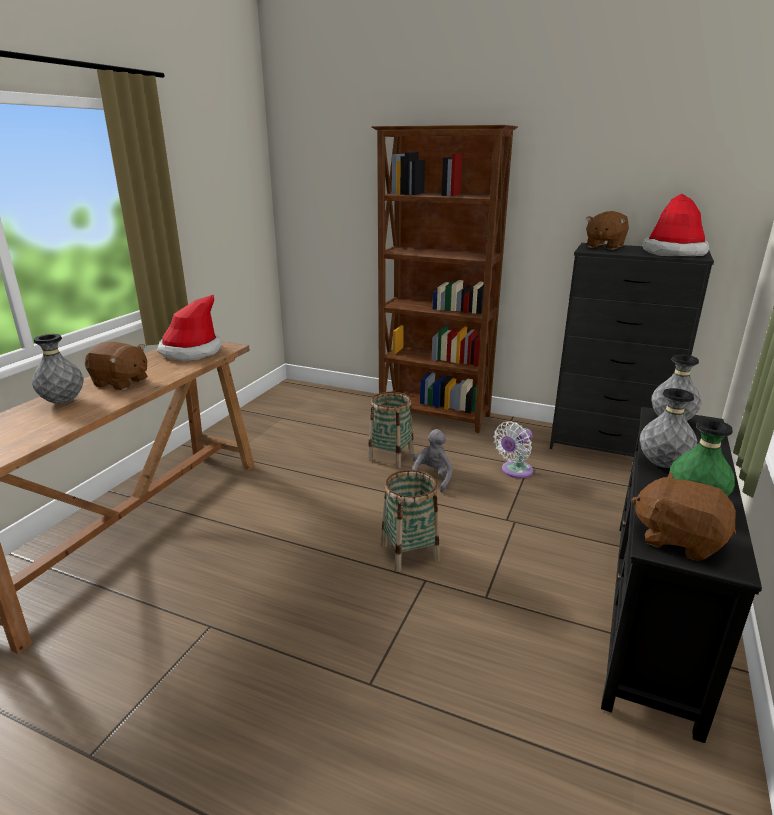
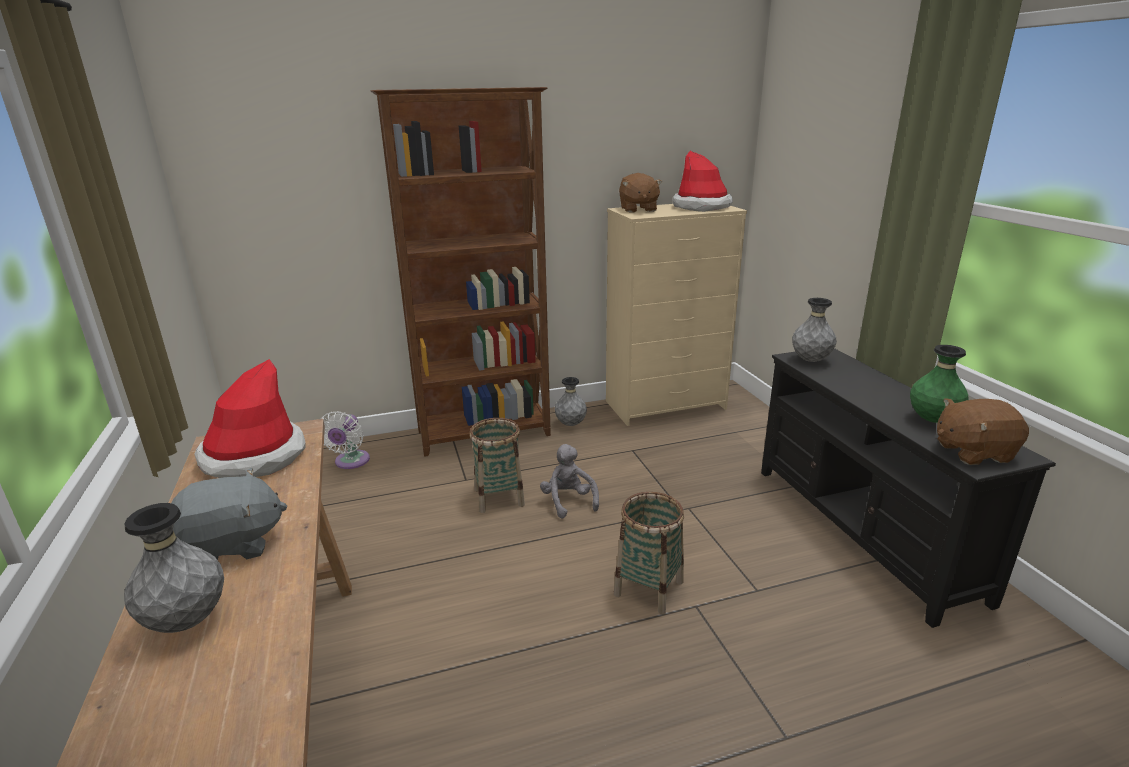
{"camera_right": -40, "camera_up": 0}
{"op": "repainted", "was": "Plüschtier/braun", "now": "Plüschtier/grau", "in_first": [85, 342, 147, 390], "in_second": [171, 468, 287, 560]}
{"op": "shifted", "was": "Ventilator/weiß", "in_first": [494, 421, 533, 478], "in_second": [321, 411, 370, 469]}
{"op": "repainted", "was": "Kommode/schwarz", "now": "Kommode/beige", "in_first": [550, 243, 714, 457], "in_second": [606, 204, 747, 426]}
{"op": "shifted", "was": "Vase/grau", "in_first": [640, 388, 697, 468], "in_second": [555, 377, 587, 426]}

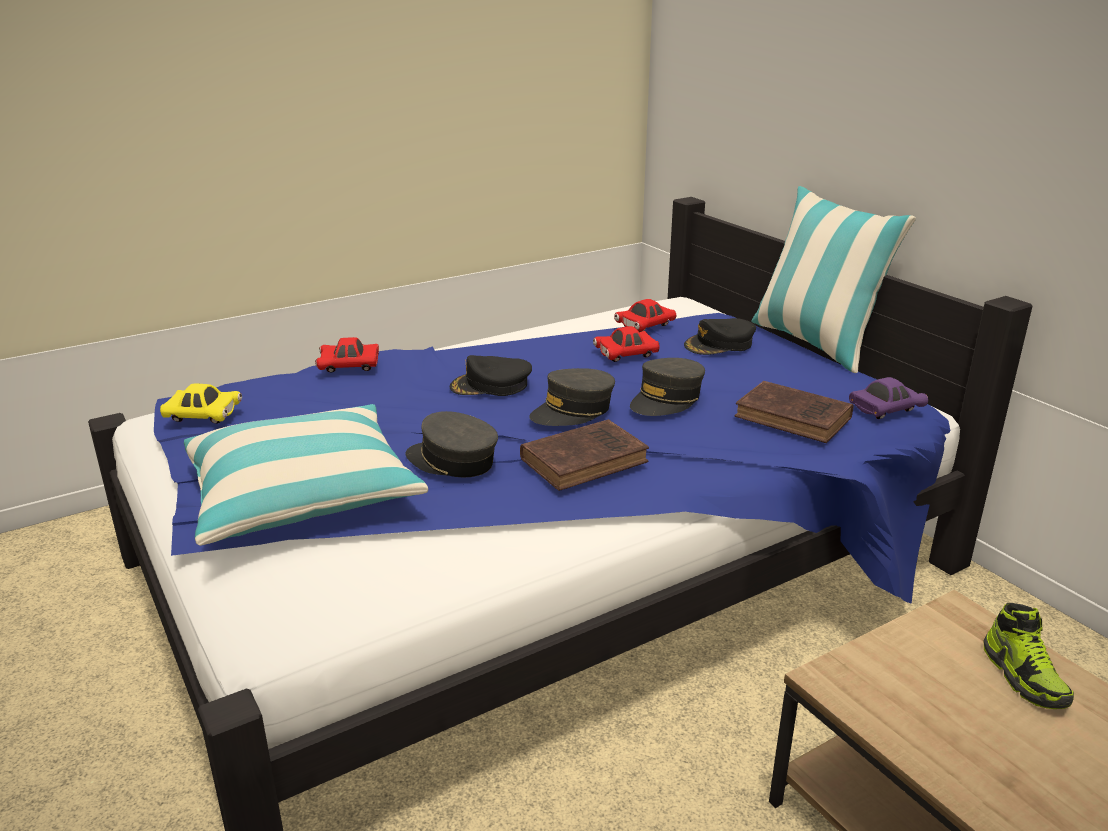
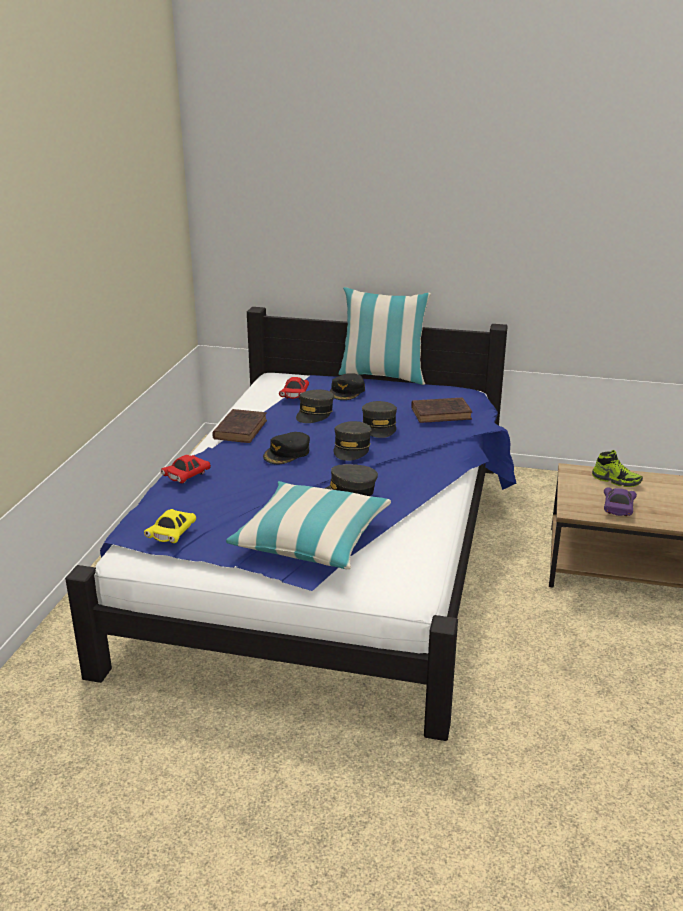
{"camera_right": -45, "camera_up": 0}
{"op": "rotated", "was": "Spielzeugauto/gelb", "in_first": [160, 384, 242, 423], "in_second": [144, 509, 196, 543], "clockwise": 150}
{"op": "shifted", "was": "Buch/braun", "in_first": [520, 419, 649, 491], "in_second": [212, 409, 267, 443]}
{"op": "swapped", "was": "Spielzeugauto/rot", "now": "Kappe/grau", "in_first": [593, 326, 660, 362], "in_second": [296, 390, 334, 423]}
{"op": "shifted", "was": "Spielzeugauto/lila", "in_first": [849, 377, 928, 419], "in_second": [604, 487, 637, 516]}

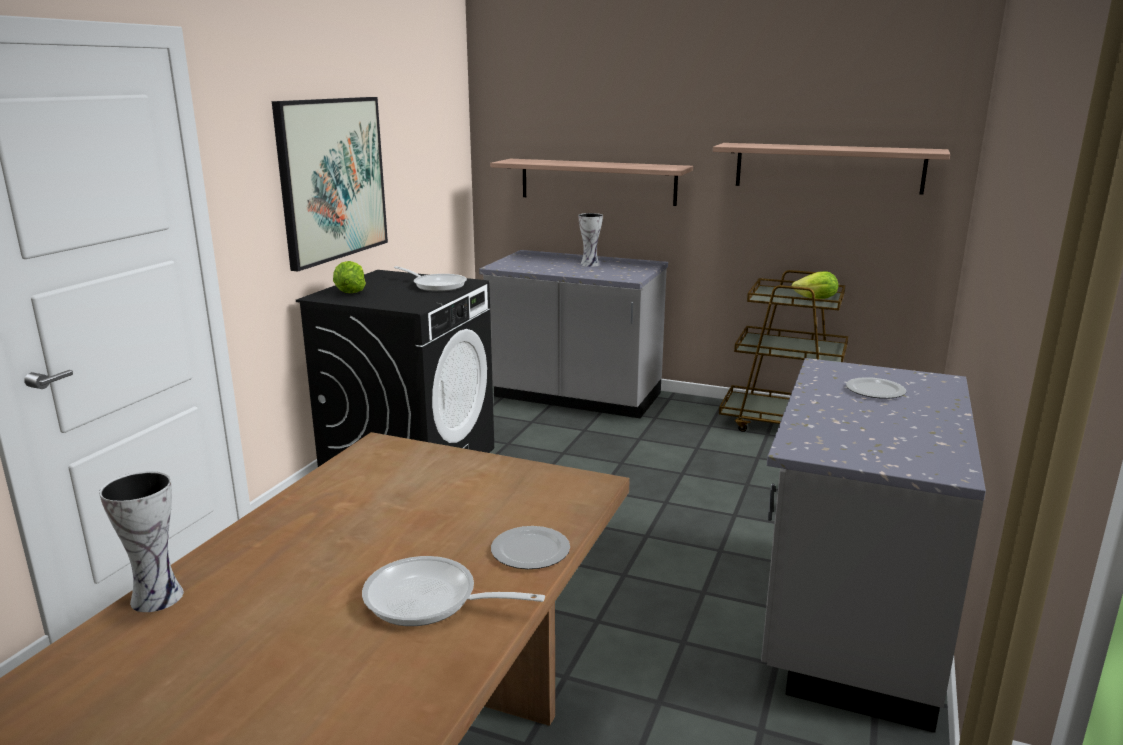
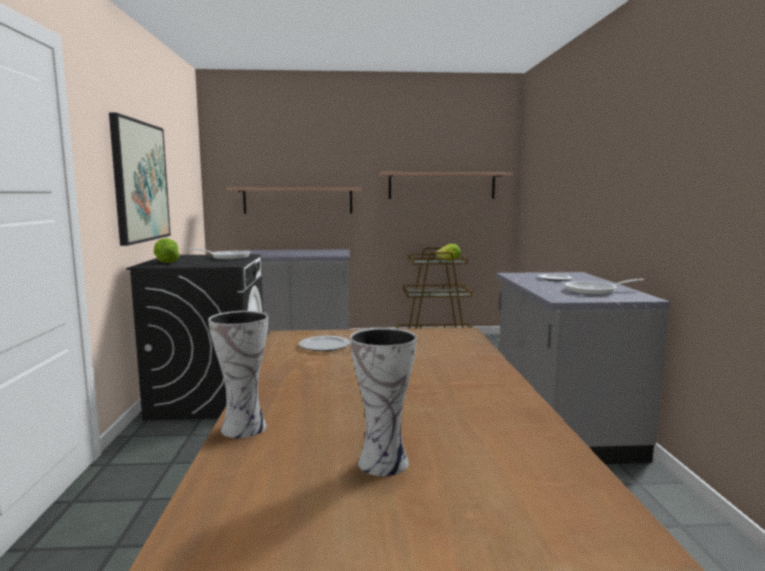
{"camera_right": -25, "camera_up": -10}
{"op": "shifted", "was": "Pfanne", "in_first": [362, 556, 545, 626], "in_second": [565, 279, 644, 295]}
{"op": "shifted", "was": "Teller", "in_first": [491, 526, 570, 569], "in_second": [299, 336, 350, 351]}
{"op": "shifted", "was": "Vase", "in_first": [578, 213, 603, 267], "in_second": [350, 328, 417, 476]}

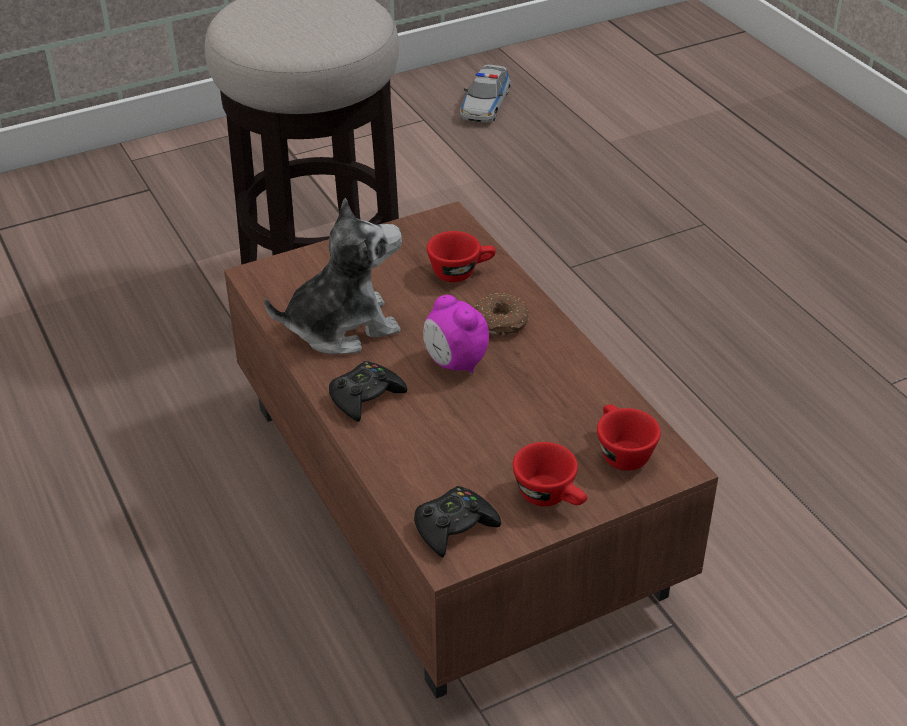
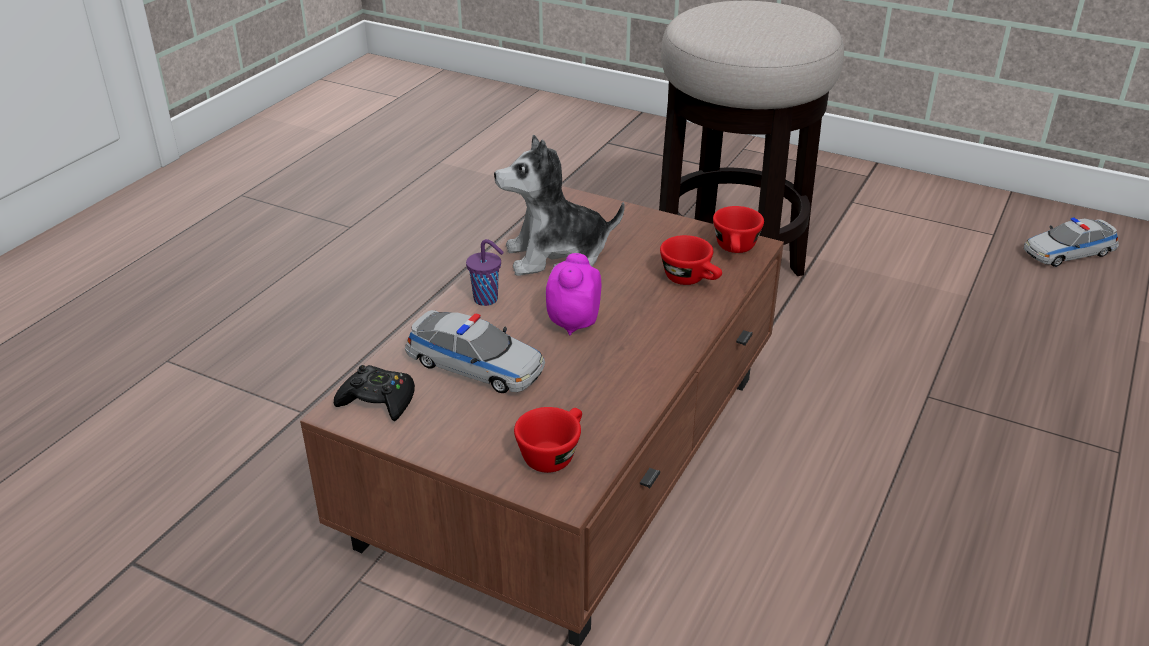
{"camera_right": 55, "camera_up": -5}
{"op": "rotated", "was": "Plüschtier", "in_first": [264, 198, 402, 354], "in_second": [494, 135, 625, 276], "clockwise": 135}
{"op": "swapped", "was": "Gamepad/schwarz", "now": "Tasse/lila", "in_first": [329, 361, 407, 422], "in_second": [466, 239, 504, 306]}
{"op": "gone", "was": "Donut", "in_first": [475, 293, 529, 336]}
{"op": "shifted", "was": "Tasse/rot", "in_first": [513, 442, 587, 506], "in_second": [713, 206, 764, 253]}
{"op": "new", "now": "Spielzeugauto", "in_second": [405, 310, 545, 393]}

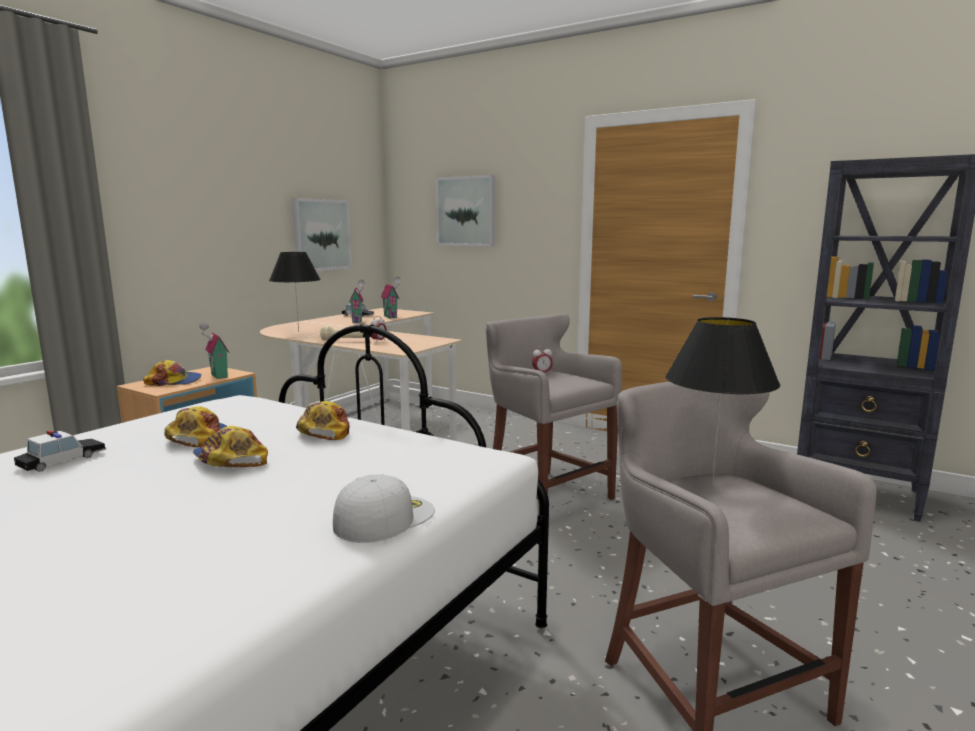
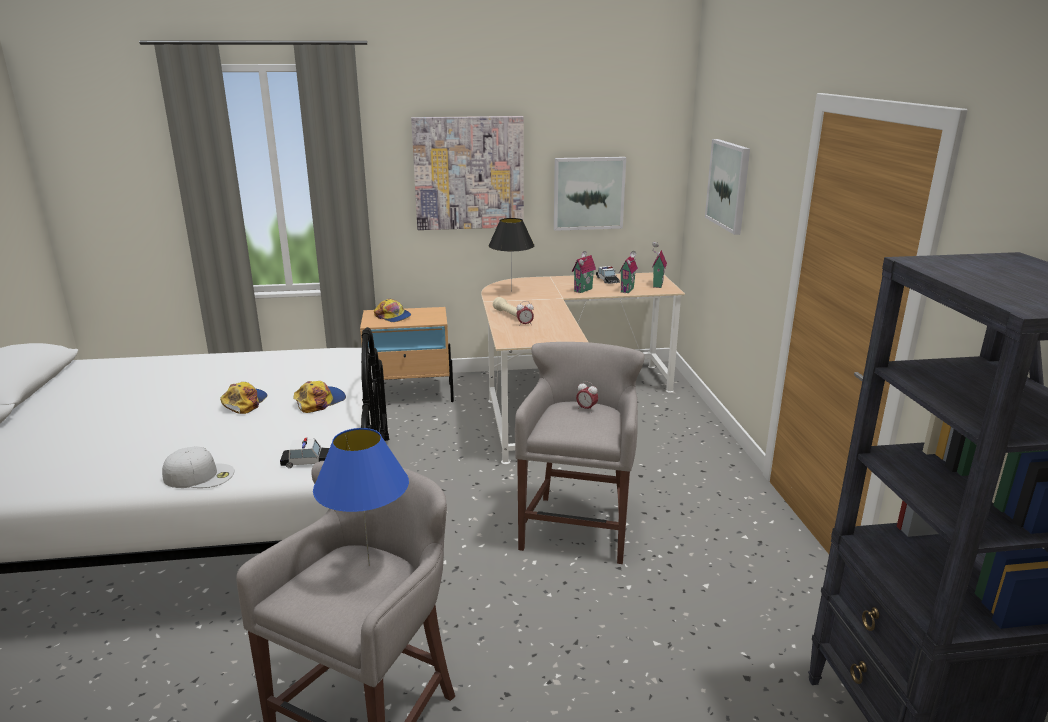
{"camera_right": 50, "camera_up": 10}
{"op": "shifted", "was": "Spielzeugauto", "in_first": [14, 430, 106, 472], "in_second": [280, 438, 329, 468]}
{"op": "gone", "was": "Kappe", "in_first": [164, 406, 227, 447]}
{"op": "shifted", "was": "Spielzeughaus", "in_first": [199, 323, 229, 379], "in_second": [652, 242, 667, 288]}
{"op": "repainted", "was": "Tischlampe/schwarz", "now": "Tischlampe/blau", "in_first": [665, 317, 780, 485], "in_second": [313, 428, 409, 566]}
{"op": "new", "now": "Bild", "in_second": [411, 116, 524, 230]}

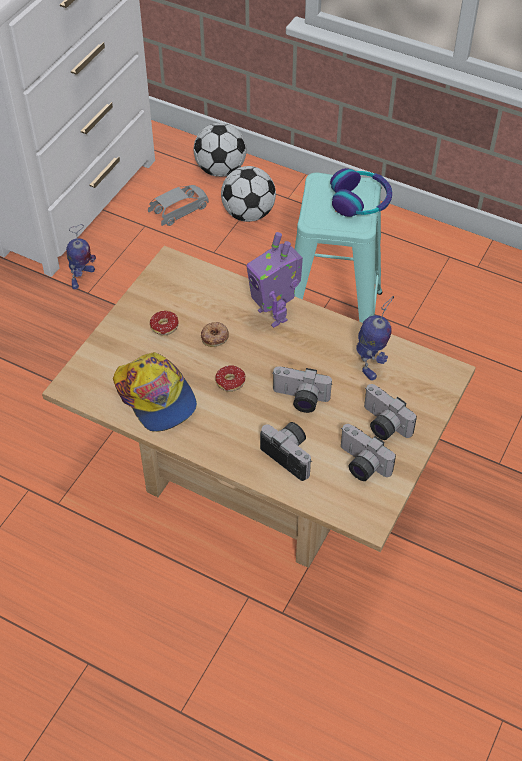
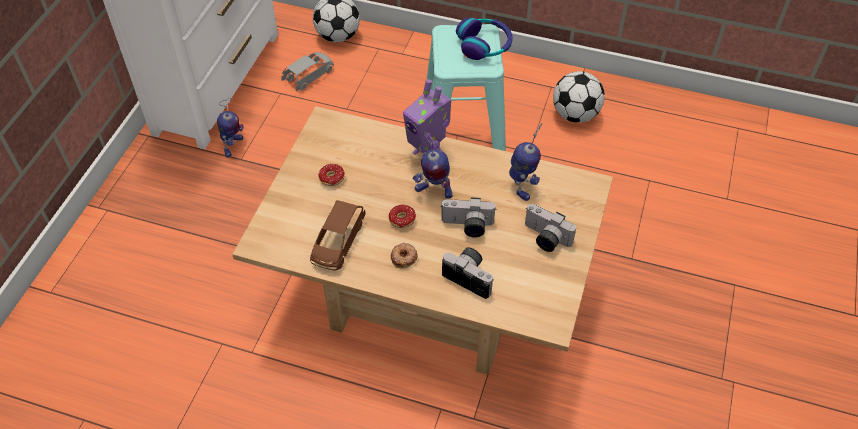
{"camera_right": -10, "camera_up": 0}
{"op": "swapped", "was": "Kappe", "now": "Spielzeugauto/braun", "in_first": [113, 352, 197, 432], "in_second": [310, 200, 365, 270]}
{"op": "shifted", "was": "Donut", "in_first": [201, 322, 229, 347], "in_second": [391, 243, 418, 269]}
{"op": "shifted", "was": "Fußball", "in_first": [221, 166, 276, 222], "in_second": [553, 71, 605, 123]}
{"op": "gone", "was": "Kamera", "in_first": [341, 424, 396, 481]}
{"op": "new", "now": "Spielzeugroboter", "in_second": [413, 132, 452, 199]}

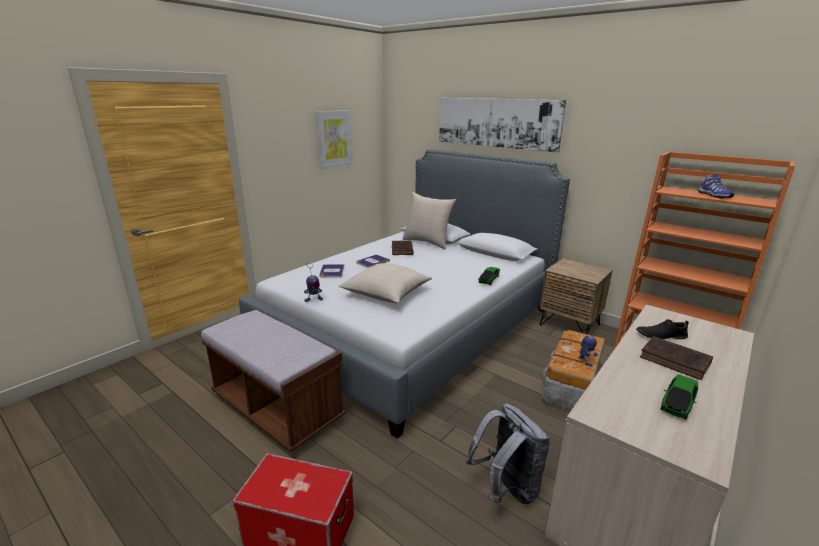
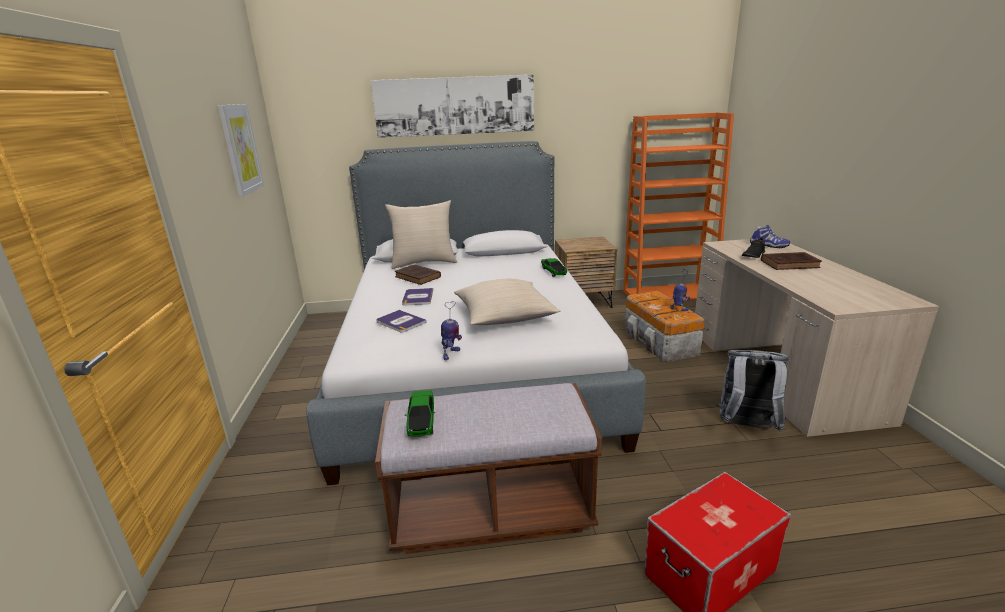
{"camera_right": -45, "camera_up": 0}
{"op": "shifted", "was": "Spielzeugauto", "in_first": [661, 374, 698, 420], "in_second": [404, 390, 435, 437]}
{"op": "shifted", "was": "Schuh", "in_first": [699, 174, 734, 198], "in_second": [750, 225, 790, 248]}

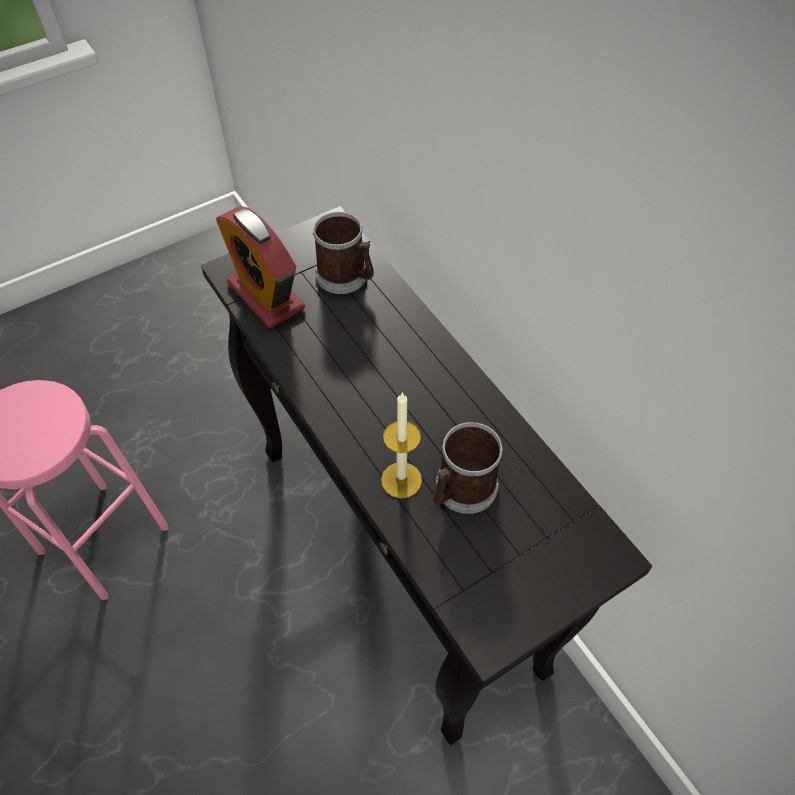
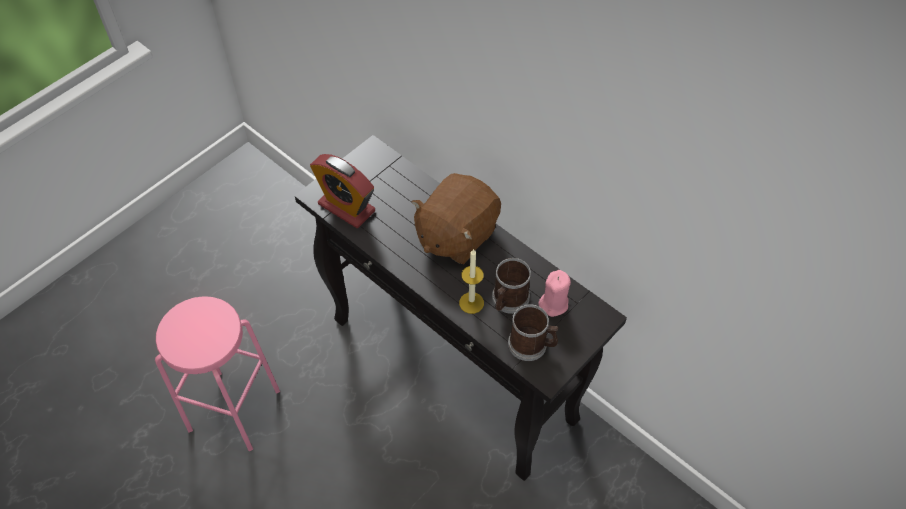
{"camera_right": -15, "camera_up": 0}
{"op": "shifted", "was": "Henkelbecher", "in_first": [313, 212, 374, 294], "in_second": [508, 304, 558, 361]}
{"op": "new", "now": "Plüschtier/braun", "in_second": [411, 173, 501, 264]}
{"op": "new", "now": "Kerze/rosa", "in_second": [538, 270, 571, 317]}

